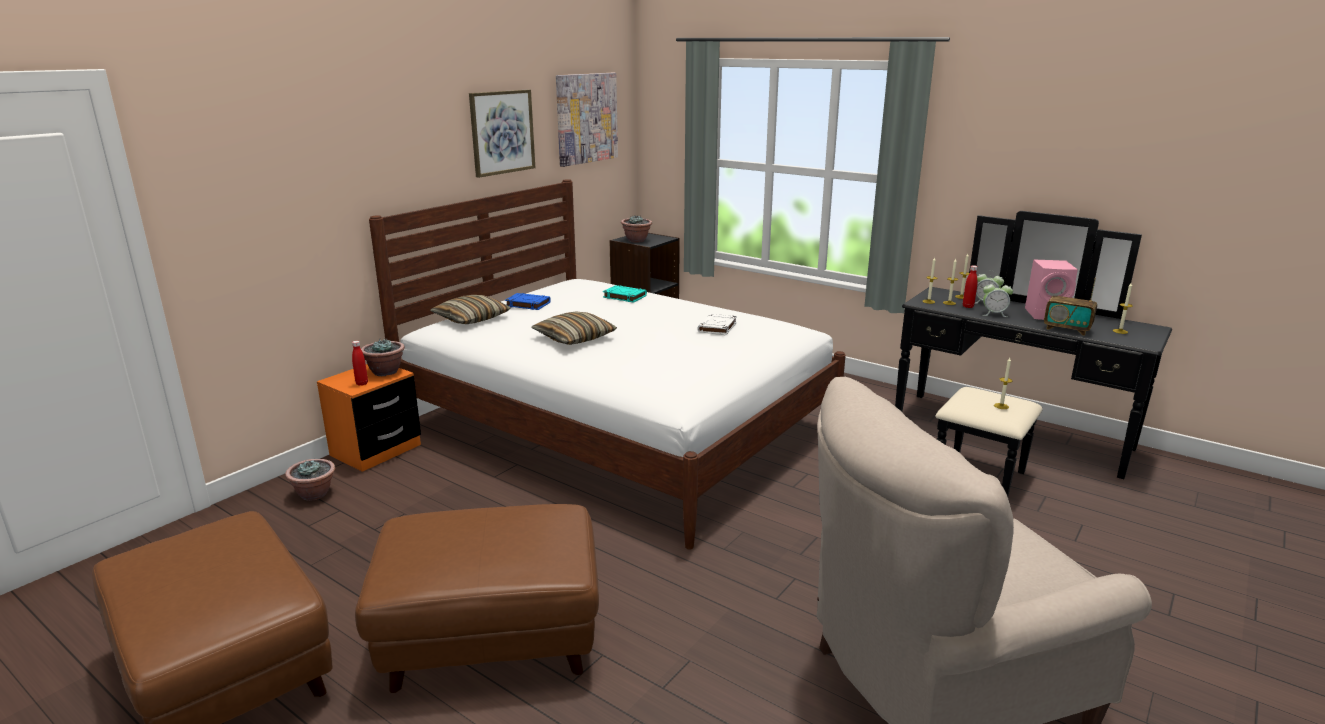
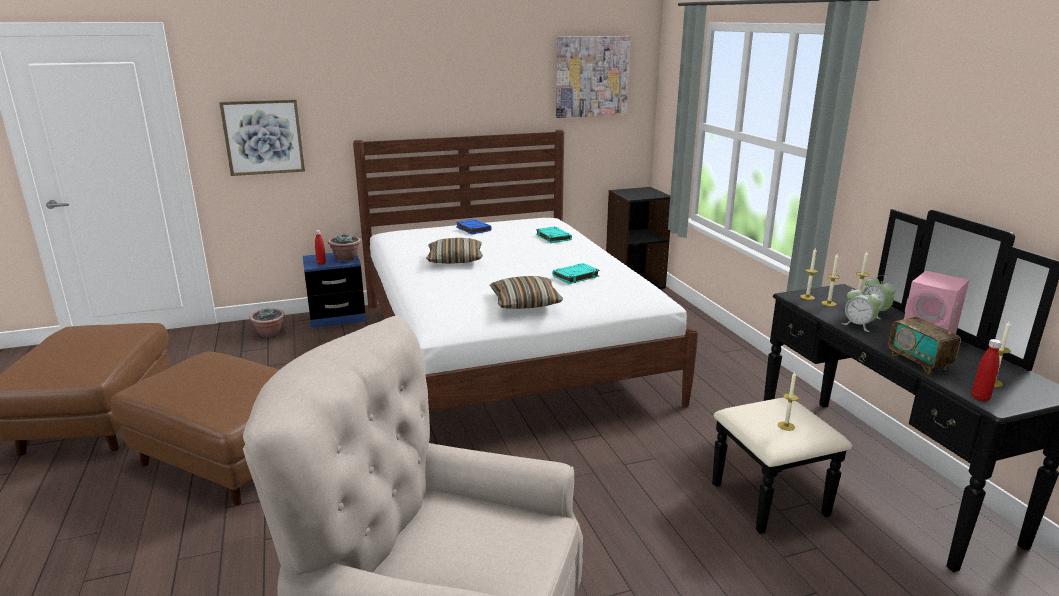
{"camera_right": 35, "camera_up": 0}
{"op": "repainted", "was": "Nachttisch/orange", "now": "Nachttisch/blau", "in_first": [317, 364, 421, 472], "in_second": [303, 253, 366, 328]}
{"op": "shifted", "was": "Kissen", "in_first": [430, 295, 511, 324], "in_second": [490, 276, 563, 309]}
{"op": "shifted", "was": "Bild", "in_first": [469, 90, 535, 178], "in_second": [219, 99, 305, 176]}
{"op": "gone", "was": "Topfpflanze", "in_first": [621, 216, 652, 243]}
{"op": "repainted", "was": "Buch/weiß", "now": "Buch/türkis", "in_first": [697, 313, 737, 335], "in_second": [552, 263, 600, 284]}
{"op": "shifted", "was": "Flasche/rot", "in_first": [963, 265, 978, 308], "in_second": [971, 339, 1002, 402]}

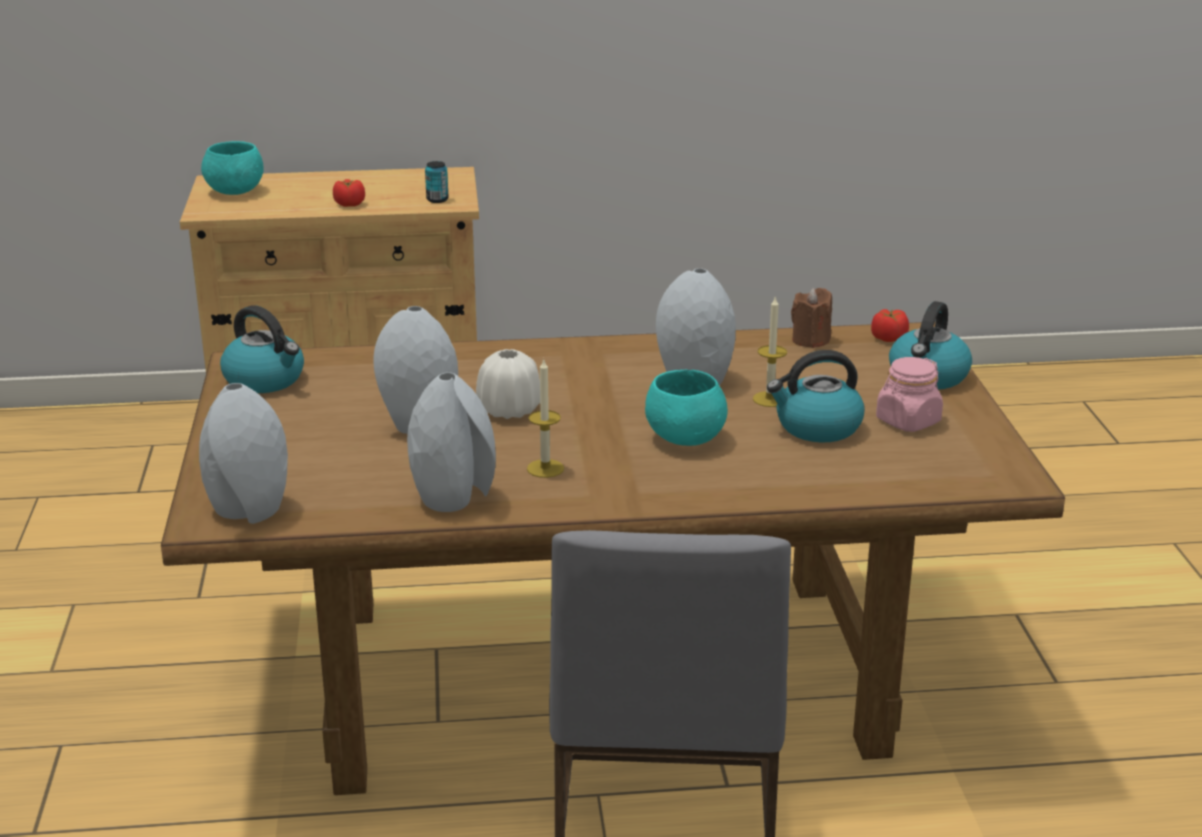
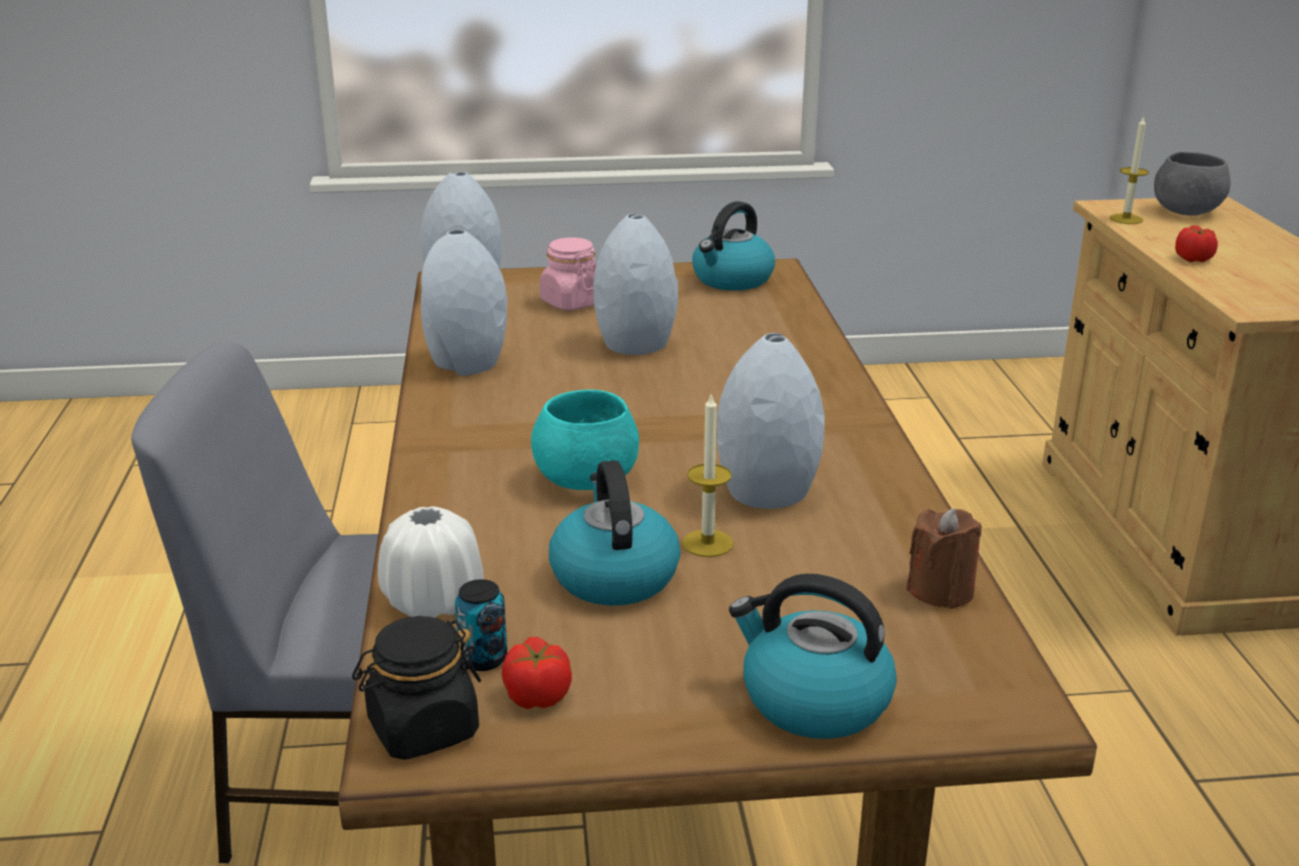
{"camera_right": 90, "camera_up": 0}
{"op": "repainted", "was": "Schüssel/türkis", "now": "Schüssel/grau", "in_first": [201, 141, 264, 195], "in_second": [1154, 152, 1231, 216]}
{"op": "shifted", "was": "Dose", "in_first": [425, 161, 448, 203], "in_second": [455, 579, 507, 671]}
{"op": "shifted", "was": "Vase/weiß", "in_first": [476, 349, 540, 419], "in_second": [378, 506, 484, 618]}
{"op": "shifted", "was": "Kerze", "in_first": [527, 358, 564, 478], "in_second": [1110, 115, 1149, 224]}
{"op": "shifted", "was": "Tomate", "in_first": [871, 309, 909, 342], "in_second": [502, 637, 572, 709]}
{"op": "shifted", "was": "Vorratsglas/rosa", "in_first": [876, 357, 943, 432], "in_second": [540, 237, 596, 311]}
{"op": "new", "now": "Vorratsglas/schwarz", "in_second": [352, 616, 481, 760]}

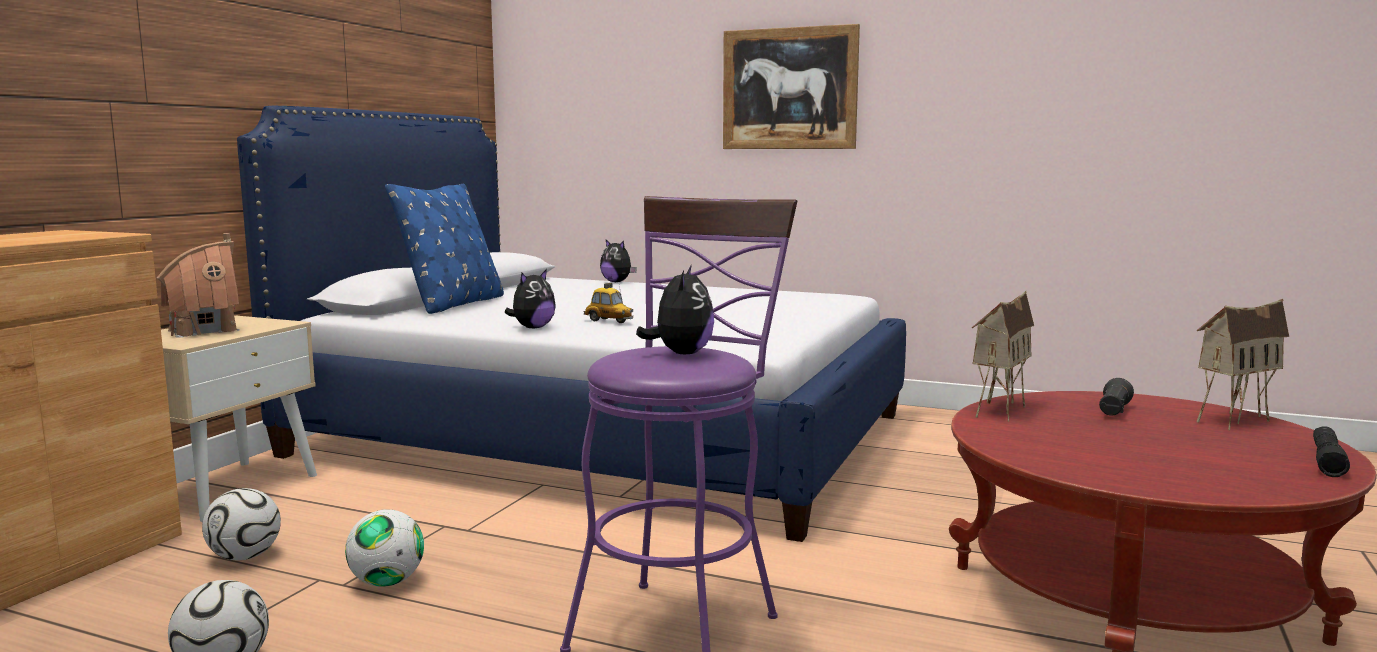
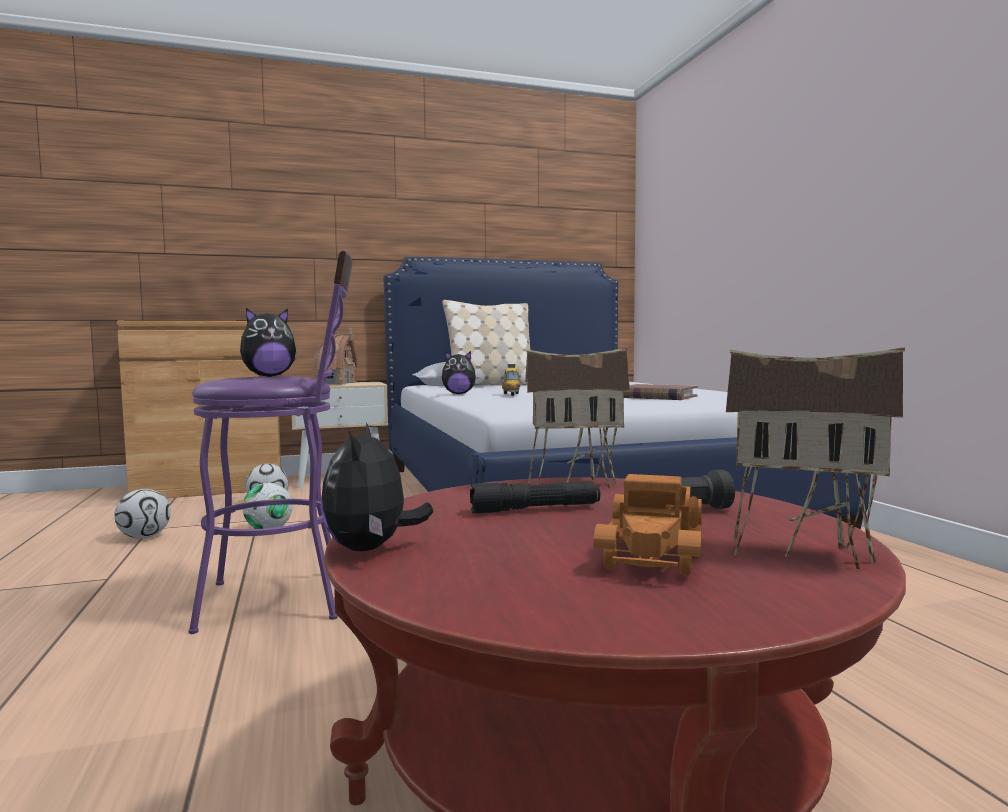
{"camera_right": 50, "camera_up": -5}
{"op": "repainted", "was": "Kissen/blau", "now": "Kissen/beige", "in_first": [385, 183, 504, 314], "in_second": [442, 300, 530, 386]}
{"op": "shifted", "was": "Plüschtier", "in_first": [600, 240, 637, 282], "in_second": [321, 423, 433, 551]}
{"op": "gone", "was": "Bild", "in_first": [723, 24, 860, 149]}
{"op": "shifted", "was": "Taschenlampe/schwarz", "in_first": [1313, 426, 1350, 477], "in_second": [470, 481, 600, 513]}
{"op": "new", "now": "Spielzeuglaster", "in_second": [593, 474, 702, 577]}
{"op": "new", "now": "Buch/braun", "in_second": [623, 384, 698, 400]}

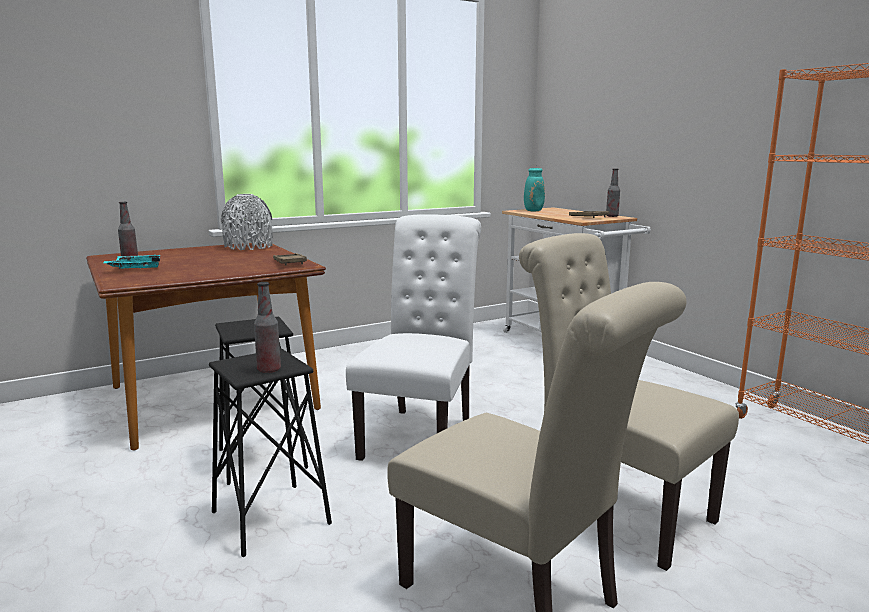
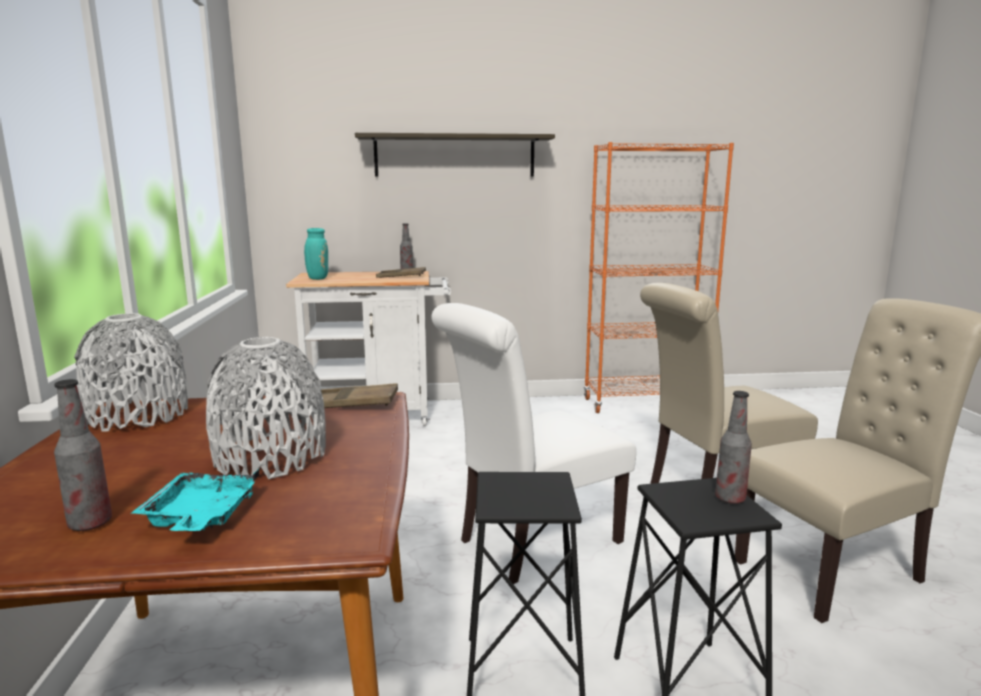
{"camera_right": -65, "camera_up": 0}
{"op": "rotated", "was": "Stuhl/weiß", "in_first": [346, 214, 481, 461], "in_second": [431, 303, 636, 584], "clockwise": -75}
{"op": "new", "now": "Vase/grau", "in_second": [206, 337, 326, 479]}
{"op": "new", "now": "Wandregal", "in_second": [355, 133, 555, 177]}

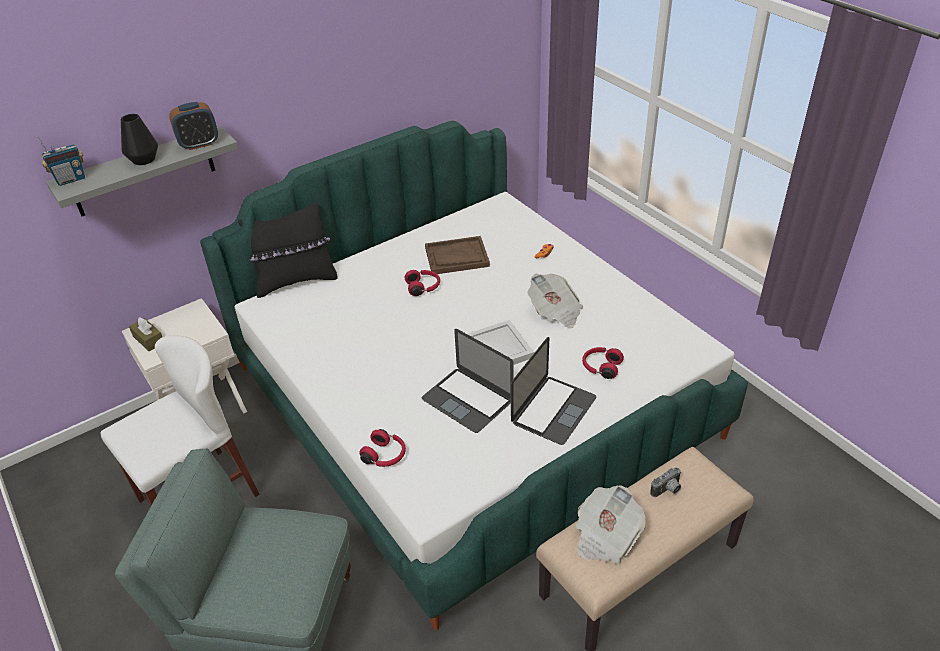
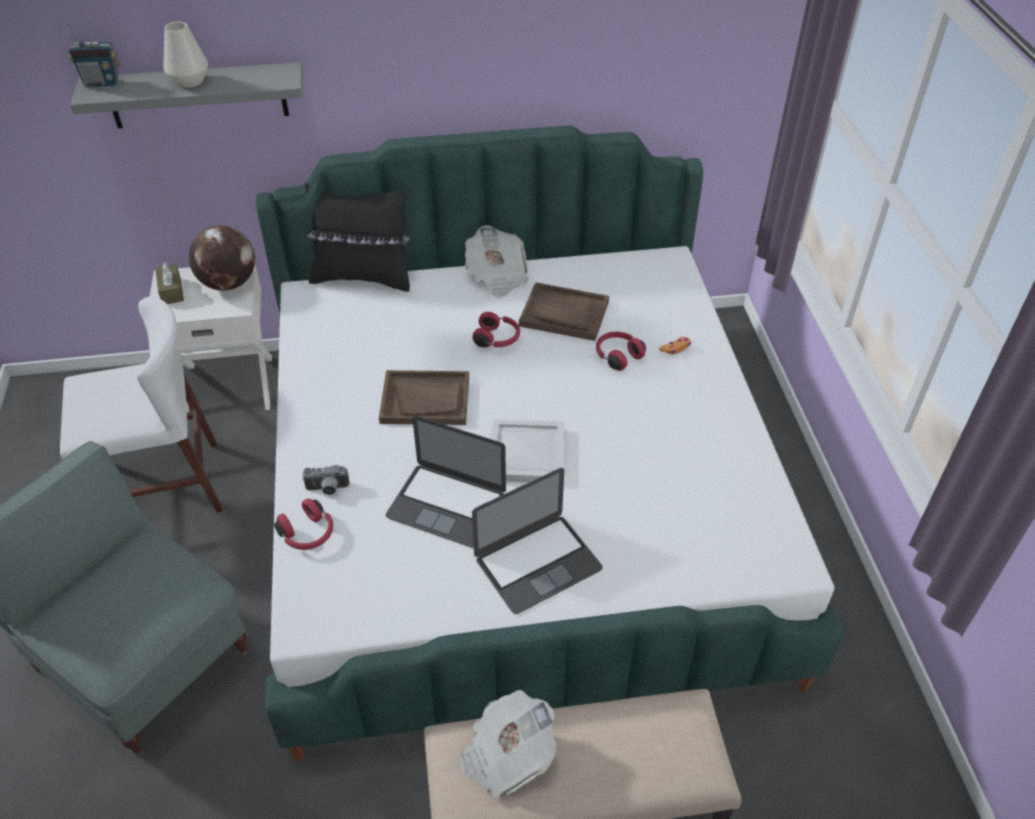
{"camera_right": 25, "camera_up": 5}
{"op": "repainted", "was": "Vase/schwarz", "now": "Vase/weiß", "in_first": [121, 114, 158, 165], "in_second": [163, 22, 208, 88]}
{"op": "gone", "was": "Wecker", "in_first": [169, 102, 218, 150]}
{"op": "rotated", "was": "Laptop", "in_first": [422, 329, 513, 433], "in_second": [386, 416, 506, 548], "clockwise": -45}
{"op": "shifted", "was": "Zeitung", "in_first": [527, 274, 583, 328], "in_second": [465, 225, 529, 298]}
{"op": "shifted", "was": "Kopfhörer/rot", "in_first": [582, 347, 624, 379], "in_second": [596, 332, 646, 371]}
{"op": "shifted", "was": "Kamera", "in_first": [650, 468, 681, 497], "in_second": [302, 465, 349, 495]}
{"op": "new", "now": "Globus", "in_second": [189, 226, 255, 291]}
{"op": "new", "now": "Tablett/braun", "in_second": [379, 370, 469, 425]}

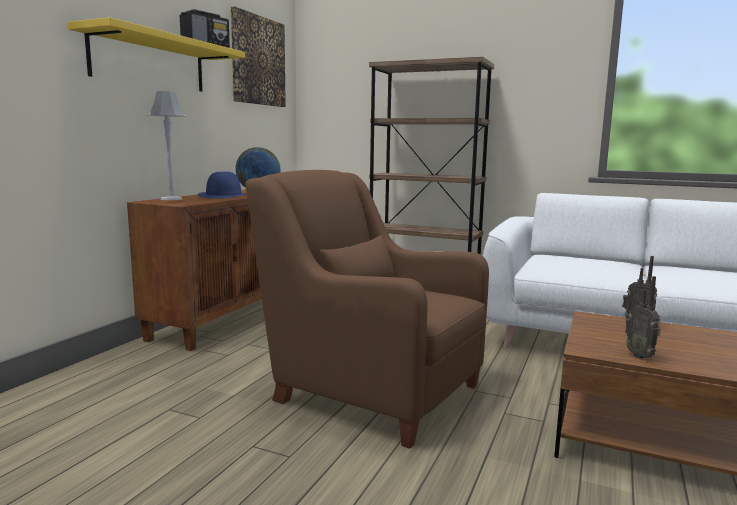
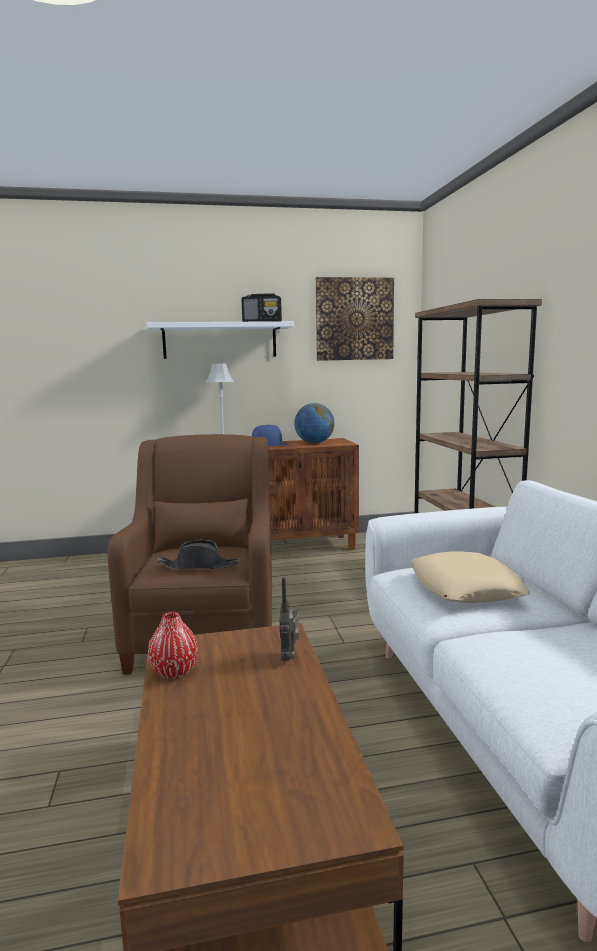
{"camera_right": 55, "camera_up": 0}
{"op": "repainted", "was": "Wandregal/gelb", "now": "Wandregal/weiß", "in_first": [68, 17, 245, 92], "in_second": [147, 321, 294, 359]}
{"op": "swapped", "was": "Radio", "now": "Vase/rot", "in_first": [625, 276, 661, 359], "in_second": [148, 612, 198, 679]}
{"op": "new", "now": "Hut/schwarz", "in_second": [157, 540, 240, 570]}
{"op": "new", "now": "Kissen/beige", "in_second": [411, 551, 530, 603]}

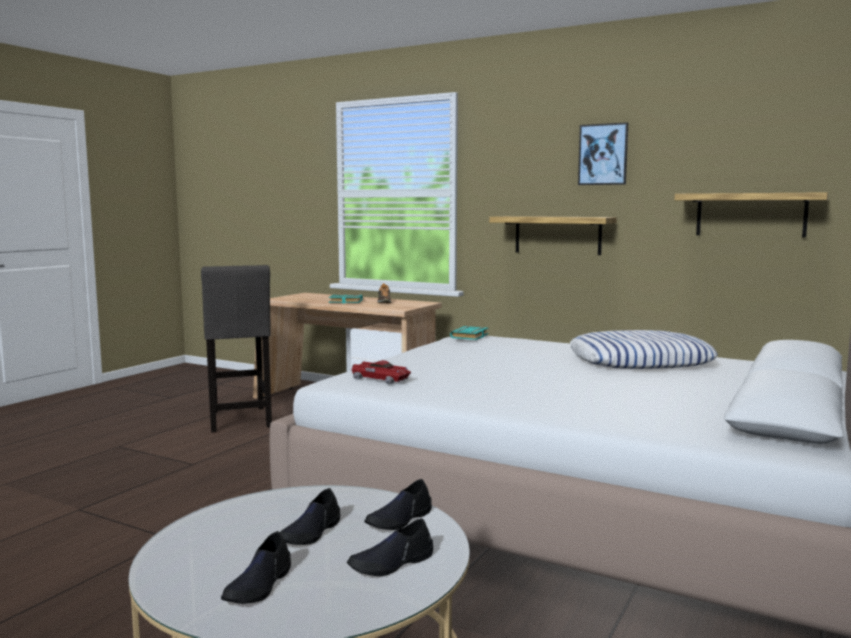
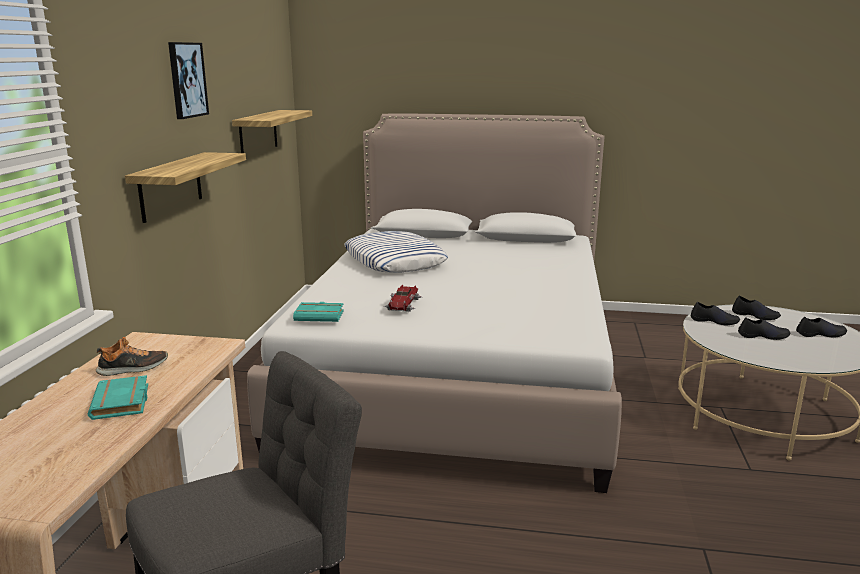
{"camera_right": -110, "camera_up": 10}
{"op": "shifted", "was": "Spielzeugauto", "in_first": [351, 360, 411, 384], "in_second": [384, 285, 422, 312]}

